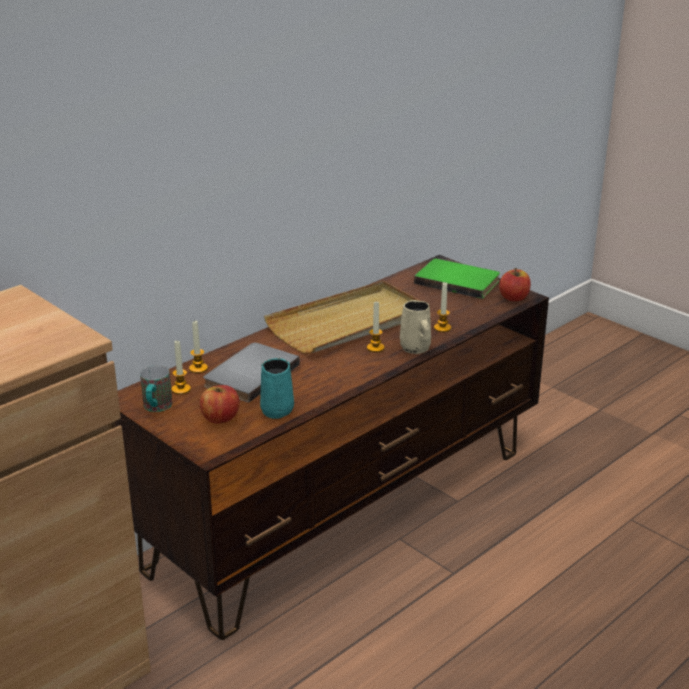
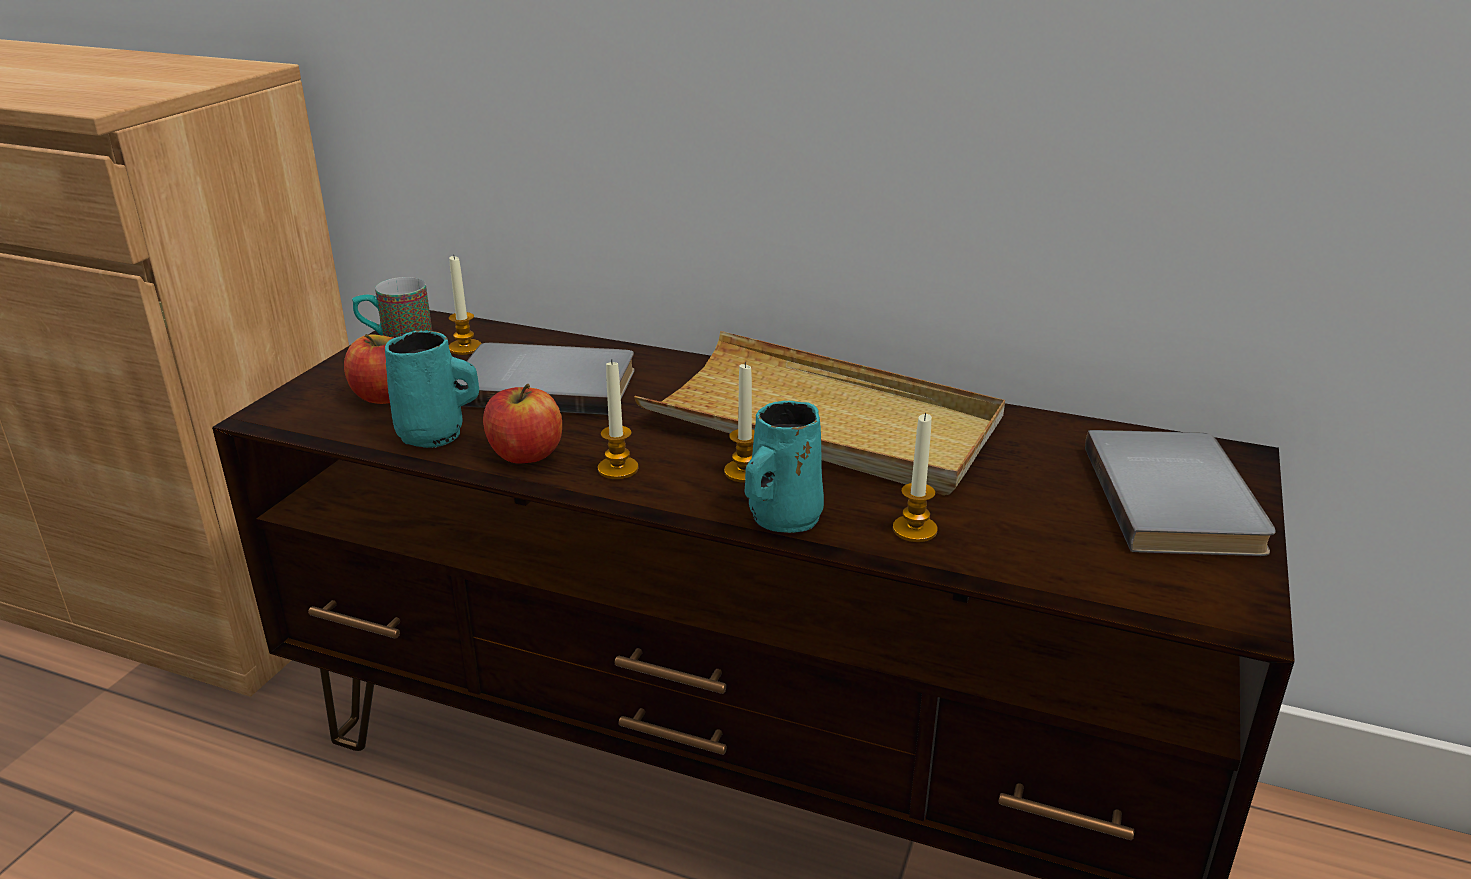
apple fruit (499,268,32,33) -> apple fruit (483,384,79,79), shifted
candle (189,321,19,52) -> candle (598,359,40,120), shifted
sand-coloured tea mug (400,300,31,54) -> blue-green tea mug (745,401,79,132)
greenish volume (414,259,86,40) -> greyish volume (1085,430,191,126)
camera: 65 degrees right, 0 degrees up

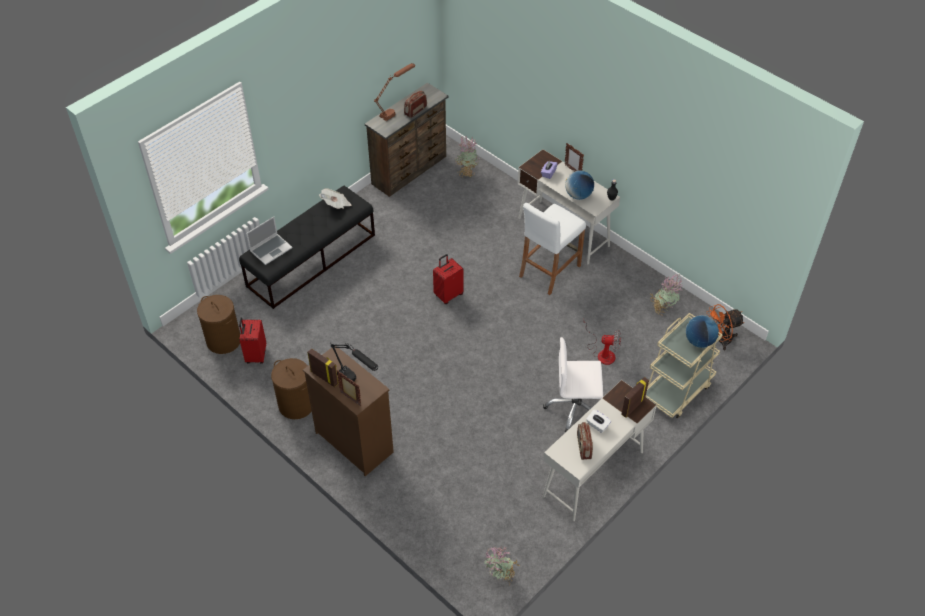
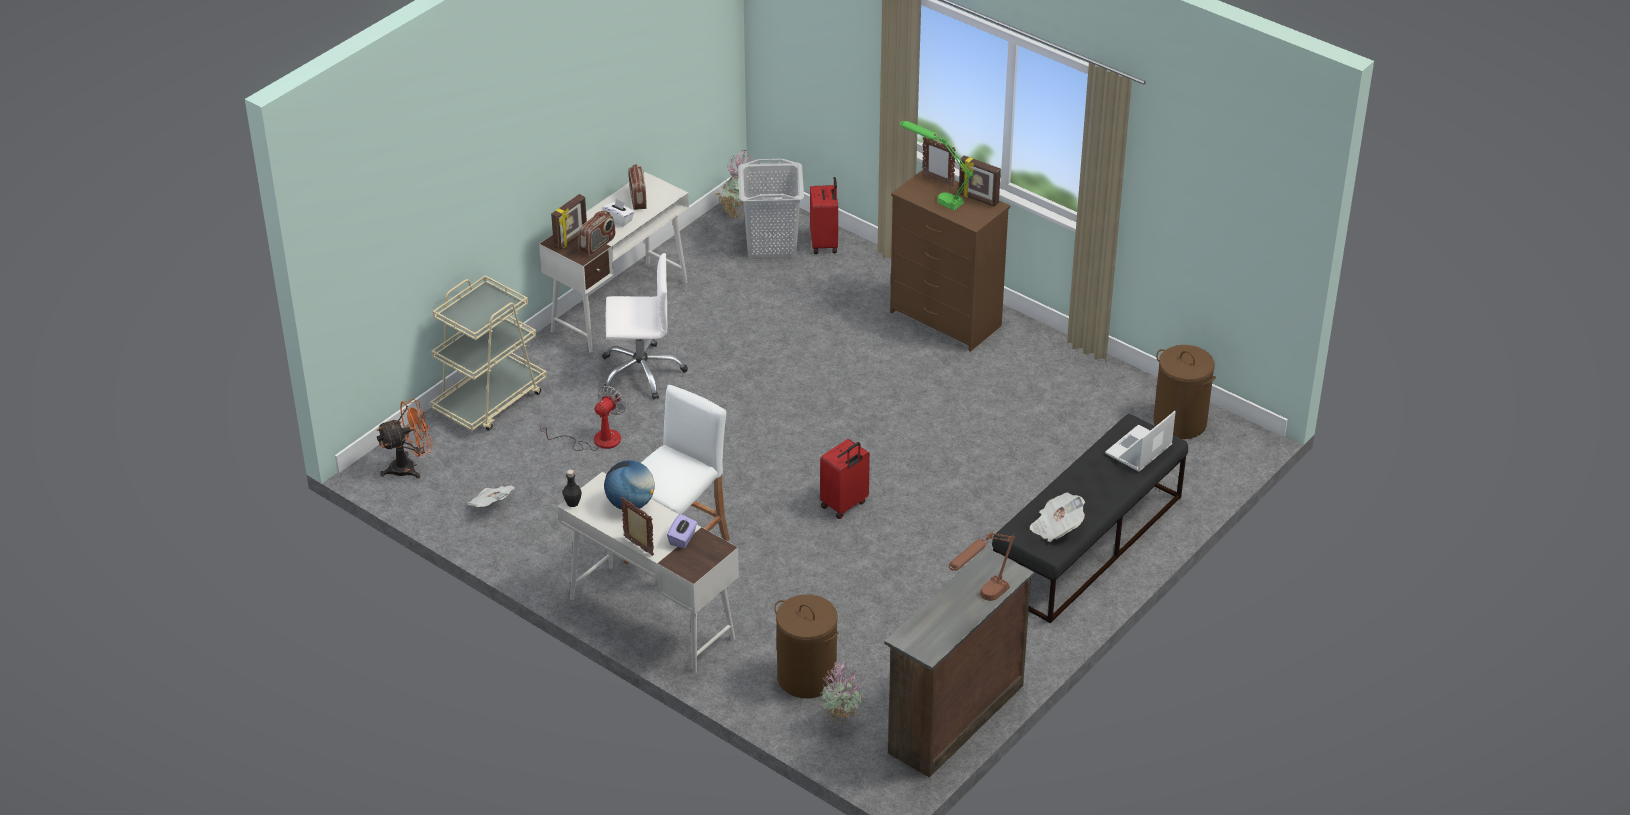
potted plant (650,274,33,41) -> newspaper (468,485,47,22)
cooling fan (583,319,38,46) -> cooling fan (540,386,86,65), 120 degrees clockwise
radio receiver (404,91,23,27) -> radio receiver (579,210,36,46), shifted
none -> greyish laundry basket (738,159,66,100)
brownish laundry basket (271,358,41,61) -> brownish laundry basket (774,594,64,104), shifted
red piece of luggage (239,318,27,46) -> red piece of luggage (810,177,28,77), shifted
black tabletop lamp (330,343,48,38) -> greenish tabletop lamp (900,121,73,90)
desk globe (685,315,34,33) -> none
camera: 175 degrees right, 10 degrees down

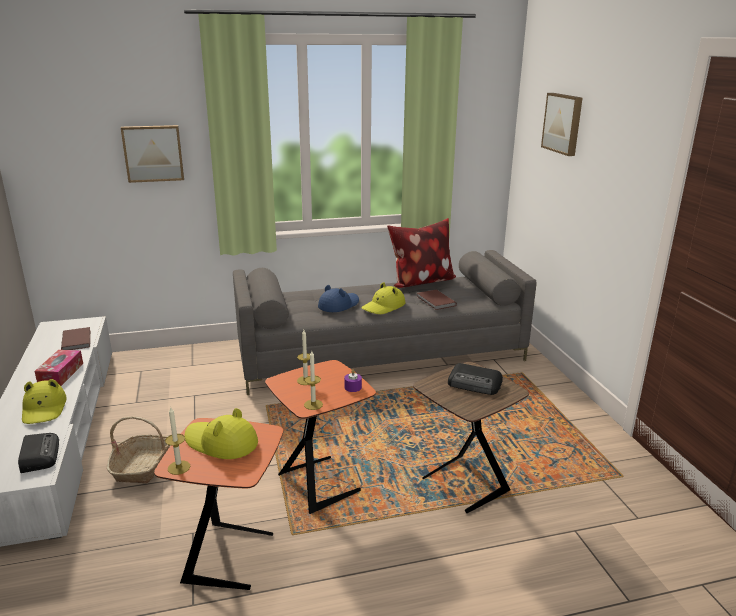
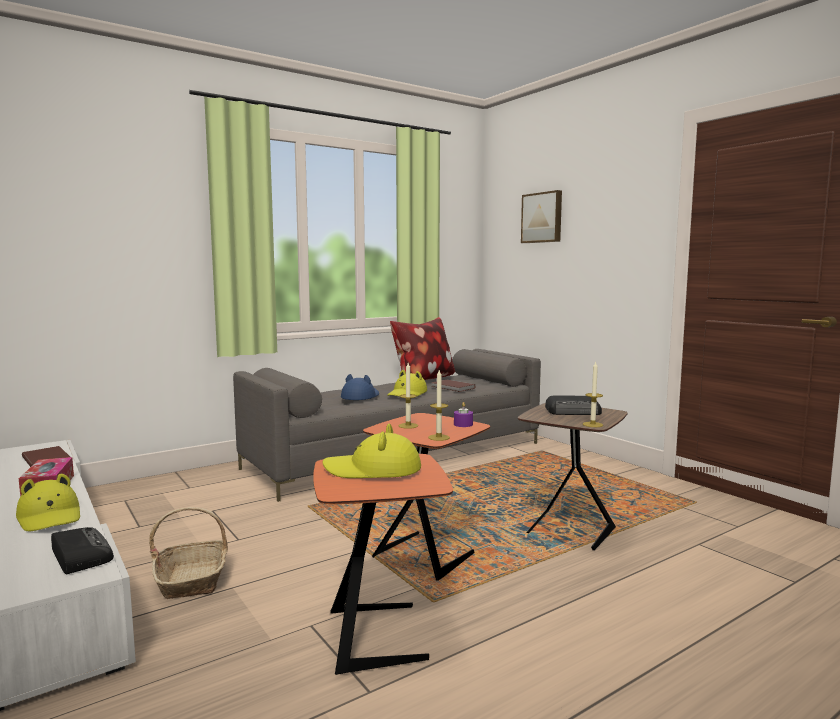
candle (165,407,25,68) -> candle (583,361,20,66), shifted
picture (121,125,63,58) -> none
camera: 20 degrees left, 15 degrees down

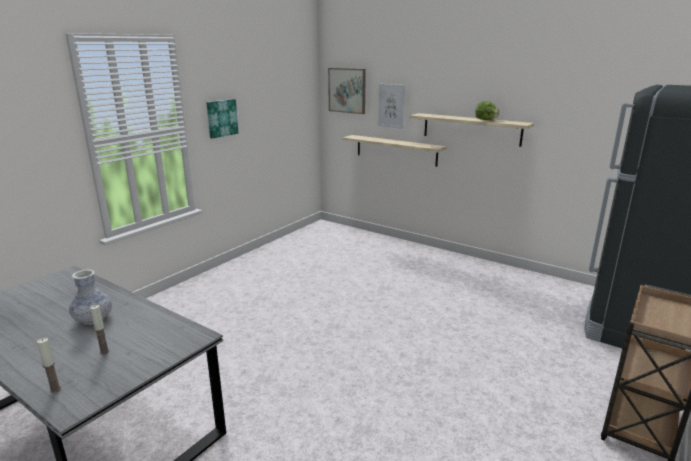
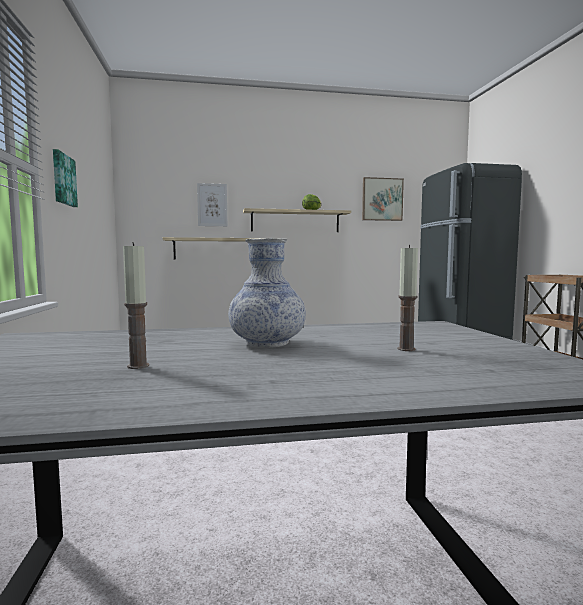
candle (37,338,24,55) -> candle (123,242,26,127), shifted
picture (328,68,38,46) -> picture (362,177,42,44), shifted
camera: 45 degrees left, 15 degrees down

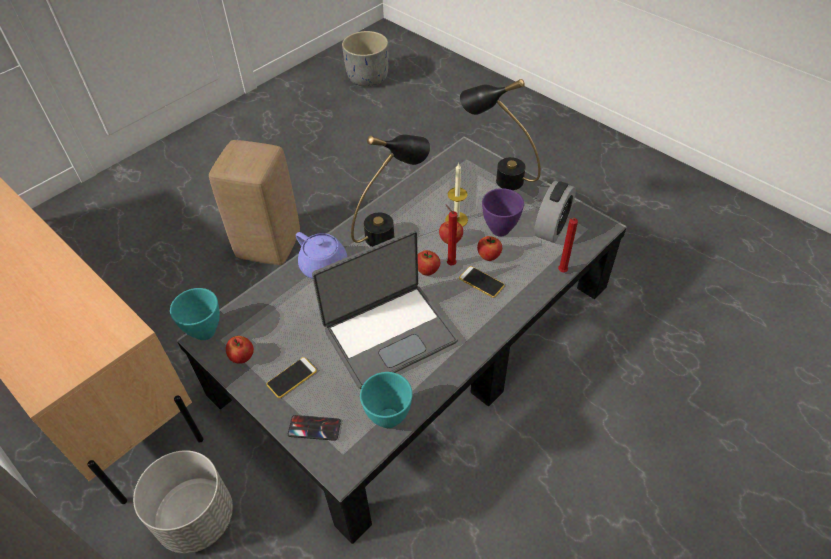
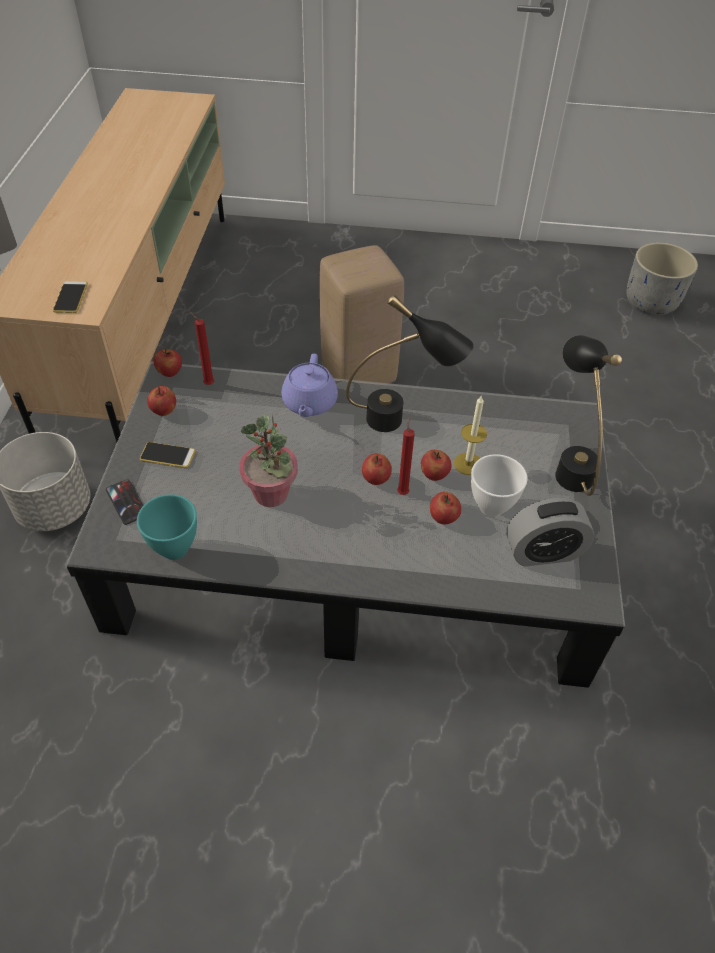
handset (459,266,46,32) -> handset (53,281,35,32), shifted
blue-green deep dish (170,288,50,52) -> apple fruit (153,349,29,28)
red candle (558,218,20,54) -> red candle (189,312,25,73), shifted
notebook computer (312,230,146,159) -> potted plant (239,414,59,93)
purplish deep dish (482,188,42,49) -> whitish deep dish (471,454,57,63)
camera: 50 degrees right, 0 degrees up

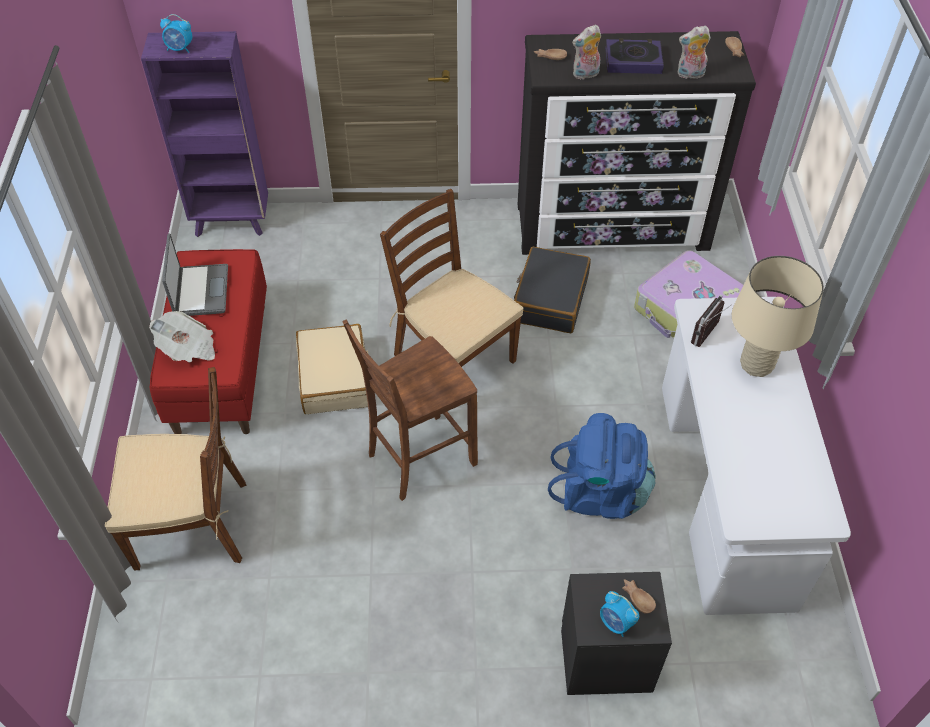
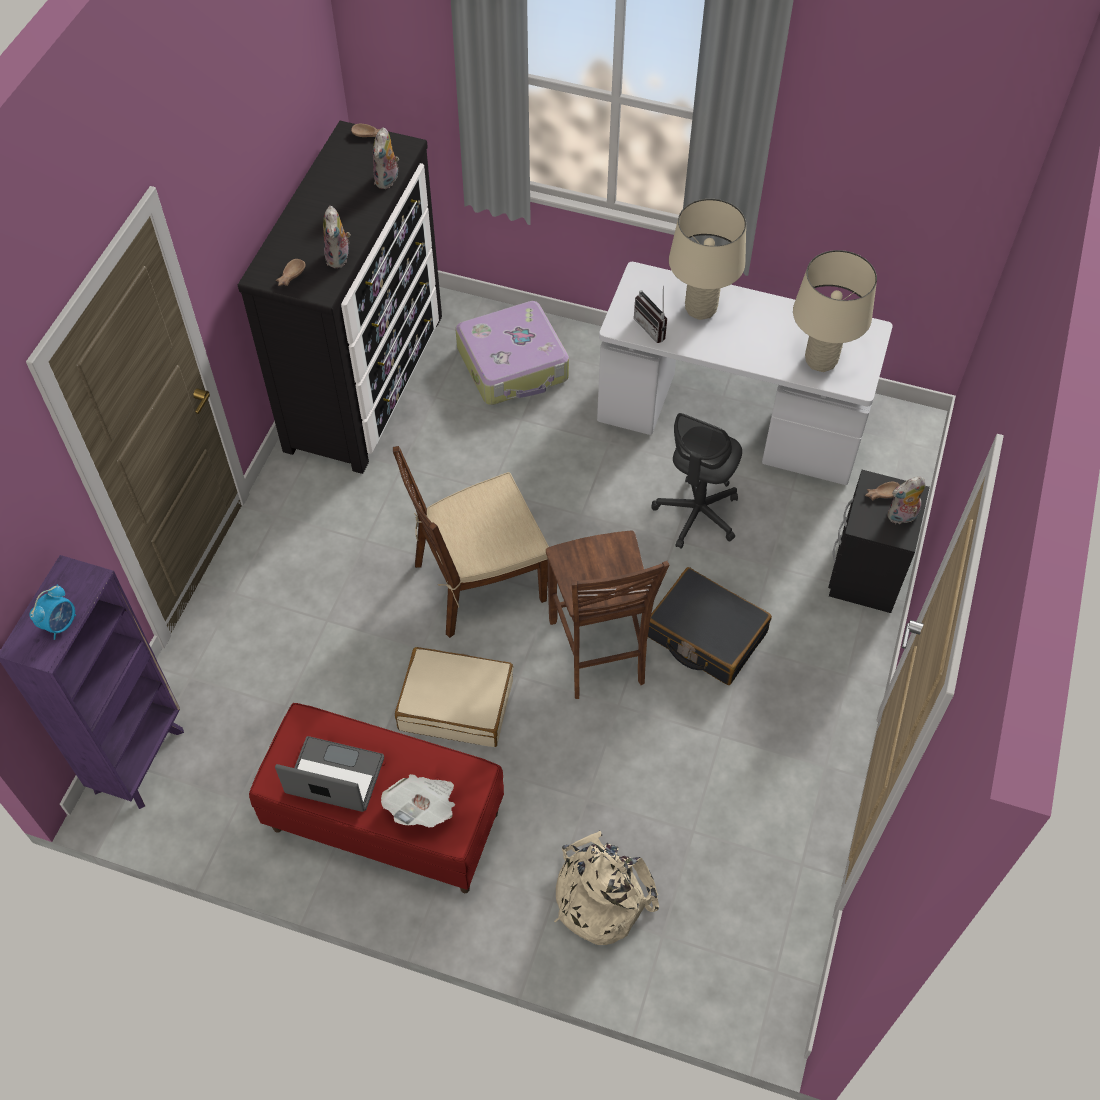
brownish plain chair (105,367,142,204) -> sand-coloured rucksack (554,831,105,114)
black piece of luggage (514,247,77,86) -> black piece of luggage (648,567,124,118), shifted
bluish rucksack (548,413,108,106) -> greyish office chair (651,413,91,136)
none -> sand-coloured tabletop lamp (793,250,84,122)
bedside clock (600,591,39,46) -> soft toy (888,477,38,47)
volume (605,38,59,36) -> none
camera: 70 degrees left, 5 degrees up

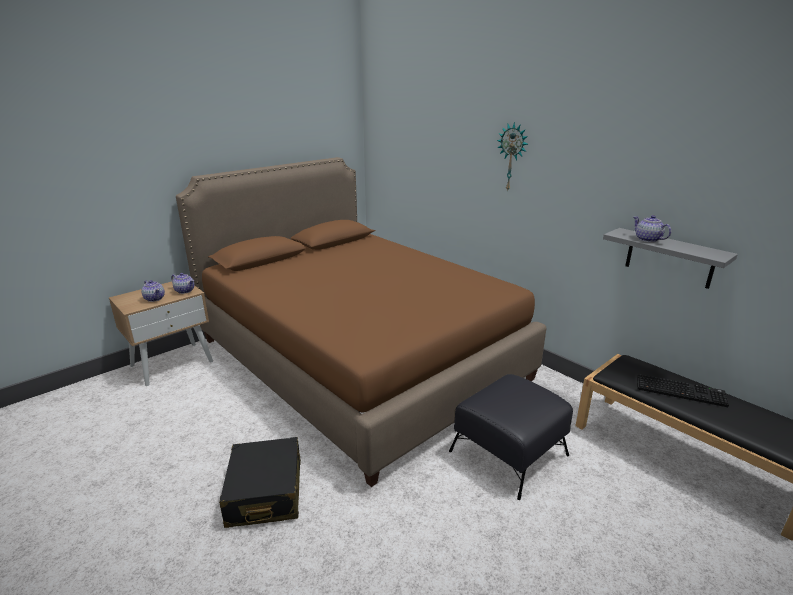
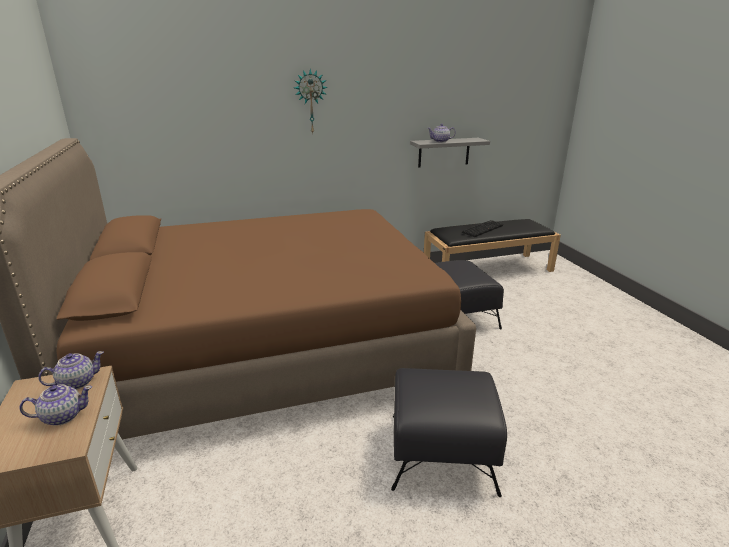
black piece of luggage (219,437,82,91) -> black footrest (391,368,116,129)
camera: 65 degrees left, 0 degrees up

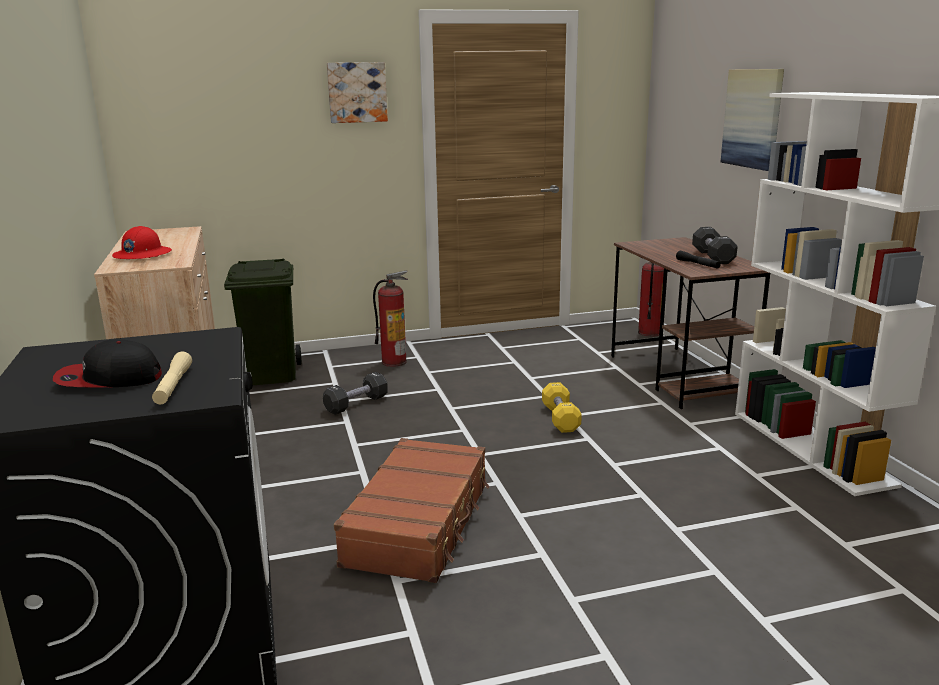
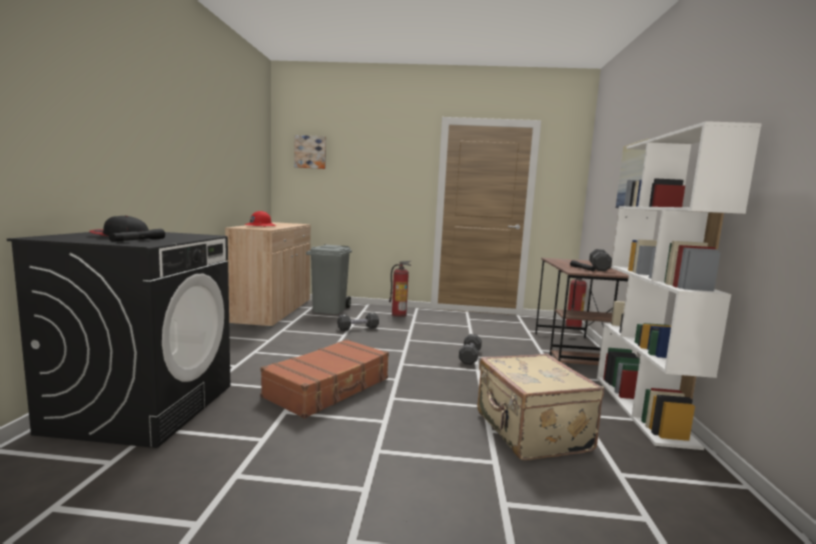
sand-coloured hand torch (152,352,40,52) -> black hand torch (109,229,56,13)
picture (327,62,61,61) -> picture (294,135,32,34), shifted
greenish waste bin (224,258,78,127) -> greyish waste bin (306,245,46,69)
yellow dumbbell (542,382,40,51) -> black dumbbell (459,334,23,31)
none -> sand-coloured piece of luggage (477,354,127,106)
camera: 20 degrees right, 10 degrees down

